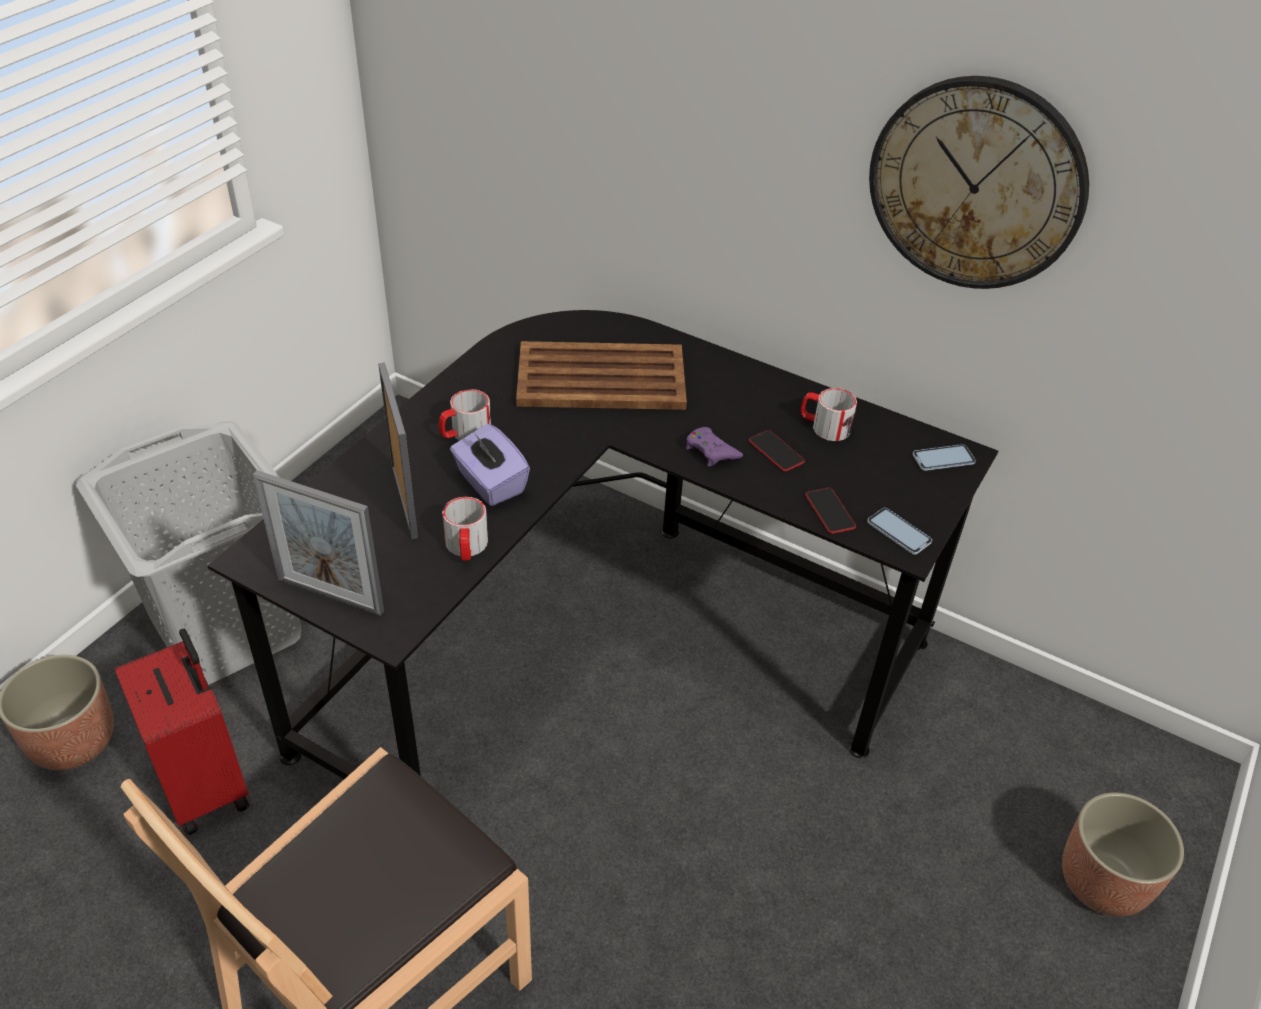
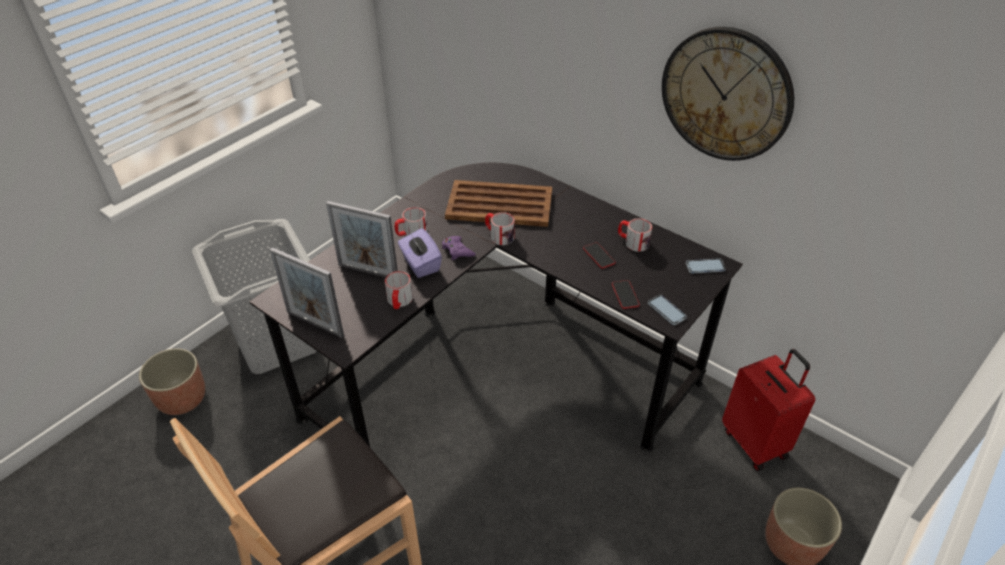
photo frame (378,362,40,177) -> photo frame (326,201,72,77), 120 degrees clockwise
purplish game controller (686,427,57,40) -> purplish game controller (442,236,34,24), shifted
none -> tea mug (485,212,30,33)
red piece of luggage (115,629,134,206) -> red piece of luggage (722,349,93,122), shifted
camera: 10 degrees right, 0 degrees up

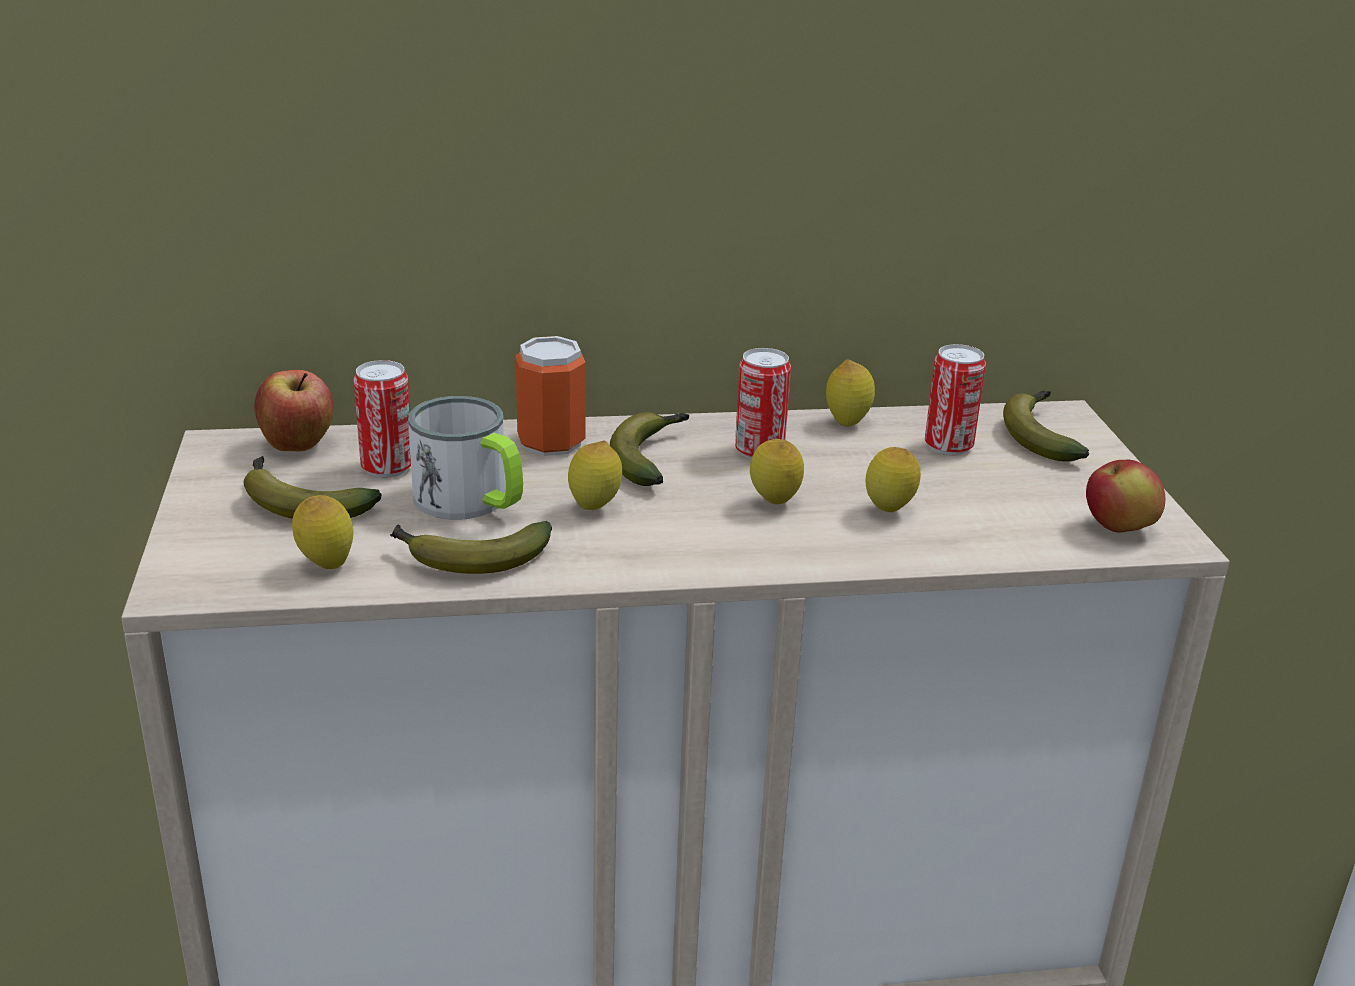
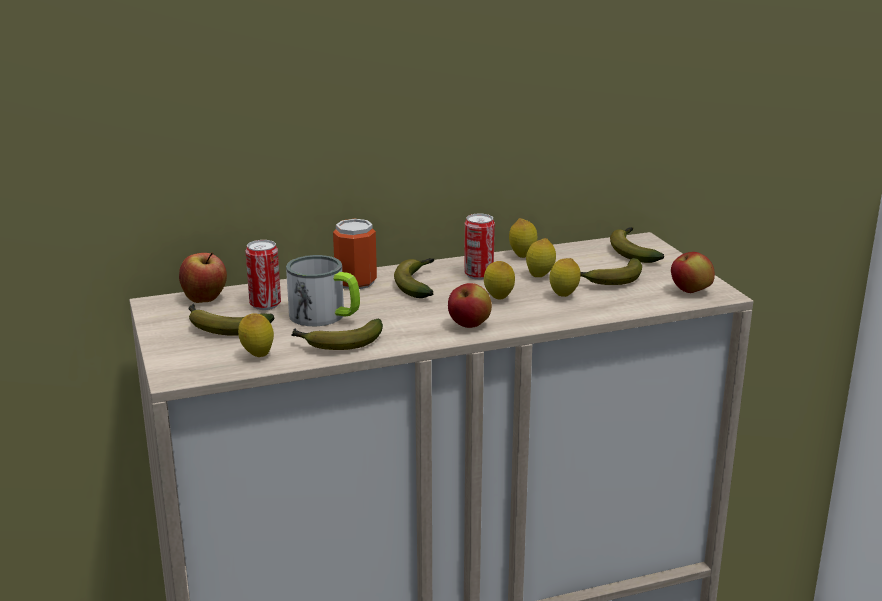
none -> apple fruit (448,283,44,45)
citrus fruit (568,441,54,69) -> citrus fruit (526,238,30,39), shifted
none -> whole banana (580,258,62,27)
metal can (925,344,61,111) -> none
camera: 10 degrees left, 5 degrees down

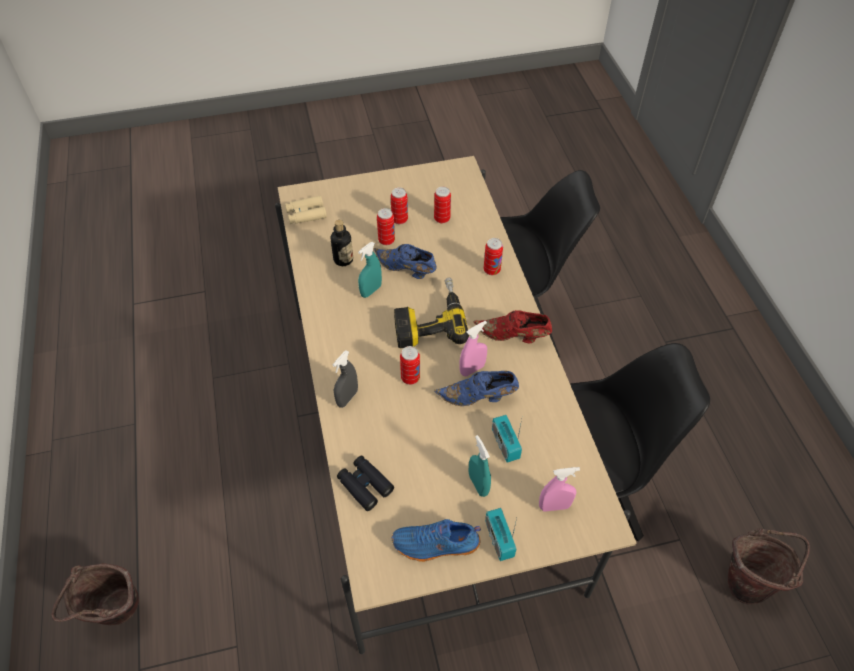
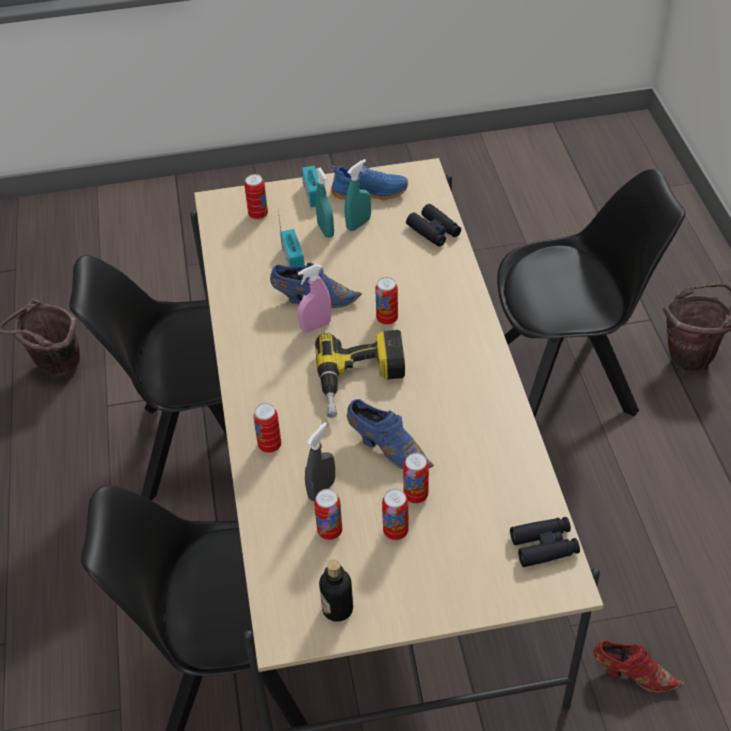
pink-coloured hand sprayer (539,467,41,45) -> metal can (244,174,24,46)
greyish hand sprayer (332,350,26,58) -> greyish hand sprayer (305,422,30,79), shifted
beverage bottle (331,220,22,46) -> beverage bottle (319,559,34,63), shifted
blue-green hand sprayer (358,242,24,56) -> blue-green hand sprayer (344,159,27,72), shifted
none -> black plain chair (497,169,188,248)
sand-coloured pair of binoculars (285,195,42,29) -> black pair of binoculars (510,517,70,50)
red low shoe (473,310,79,34) -> red low shoe (594,639,90,54), shifted
camera: 175 degrees left, 5 degrees down

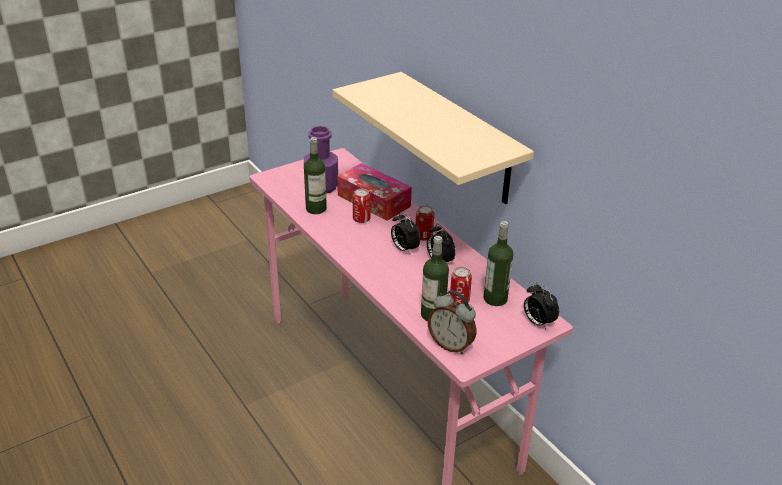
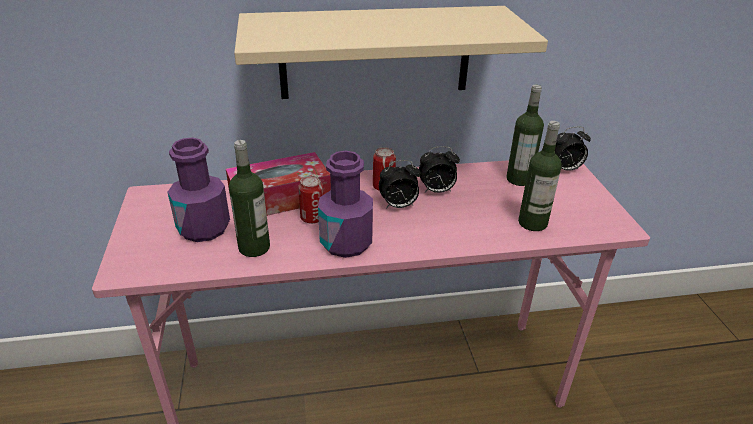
none -> purplish beverage bottle (318,151,55,107)
bedside clock (428,291,48,63) -> none
metal can (450,267,22,37) -> none
camera: 65 degrees left, 0 degrees up

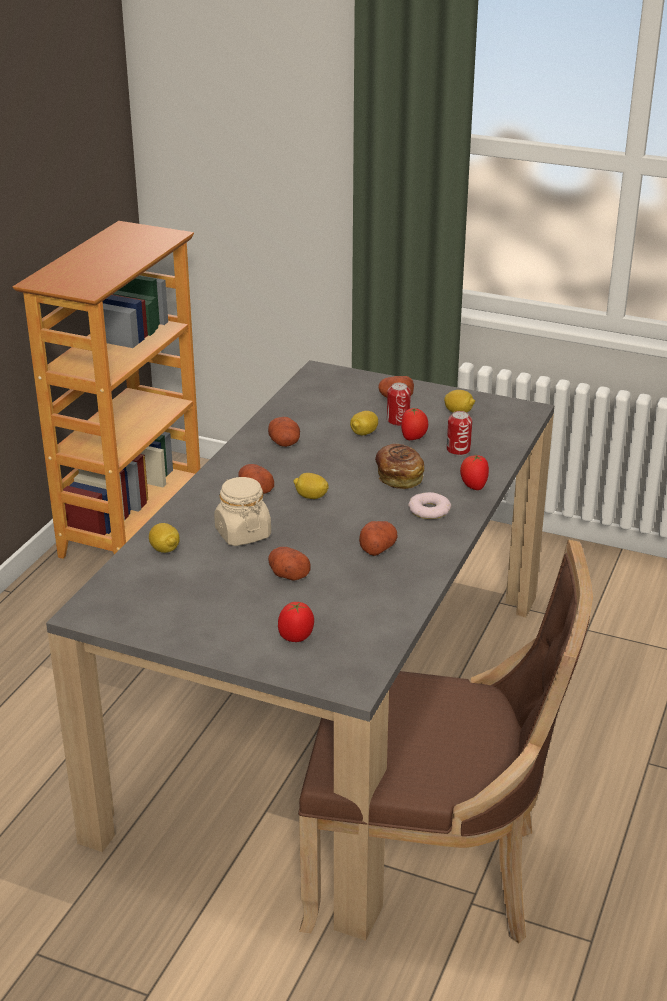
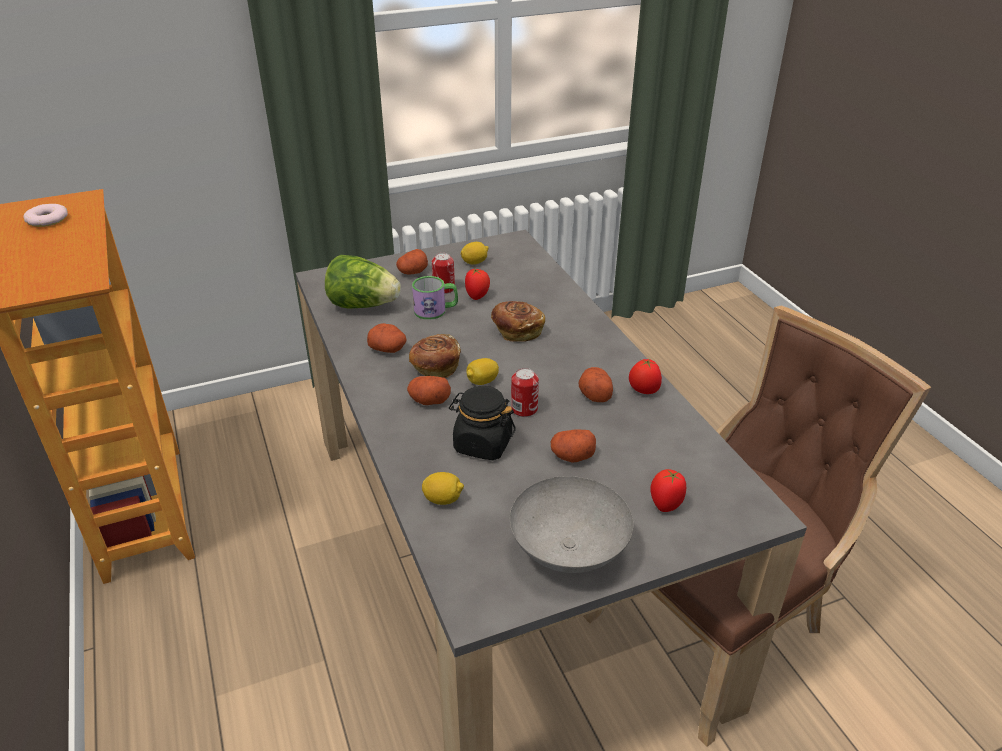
donut (408,492,43,27) -> donut (23,204,45,23), shifted
none -> head of lettuce (325,255,76,54)
none -> bakery bread (409,334,52,44)
citrus fruit (350,411,28,24) -> tea mug (412,276,46,44)
sand-coloured storage jar (214,477,57,69) -> black storage jar (449,386,67,74)
none -> greyish deep dish (510,476,123,97)
metal can (447,411,25,45) -> metal can (511,368,28,49), shifted
tomato (460,455,29,35) -> tomato (629,359,33,35), shifted
camera: 45 degrees left, 5 degrees up

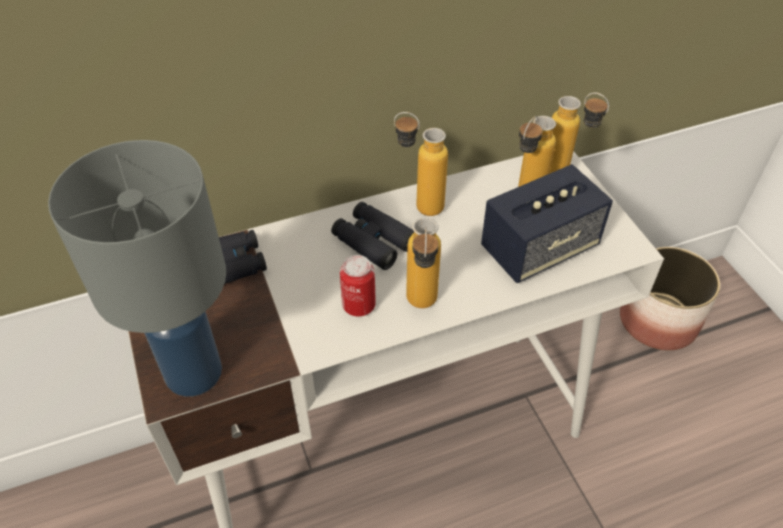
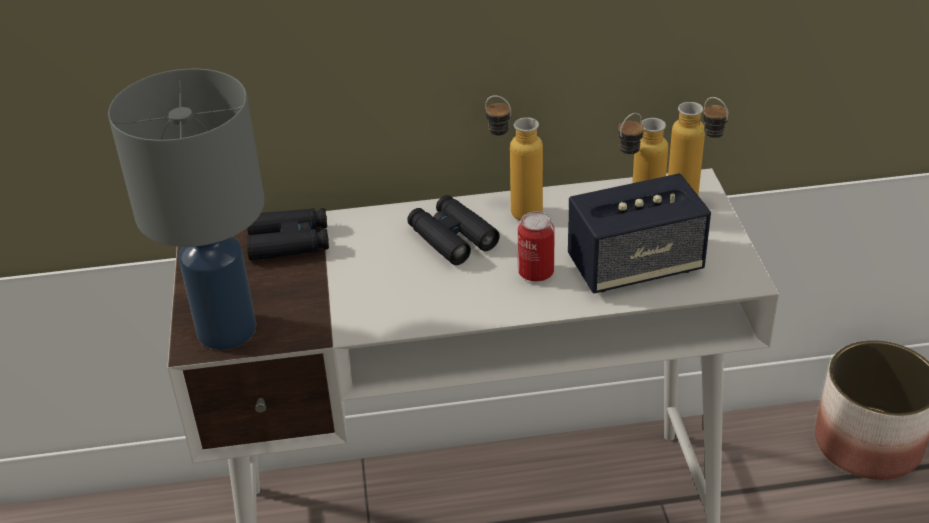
metal can (340,255,36,61) -> metal can (518,211,36,71), shifted
beverage bottle (406,217,35,91) -> none
camera: 15 degrees right, 10 degrees down

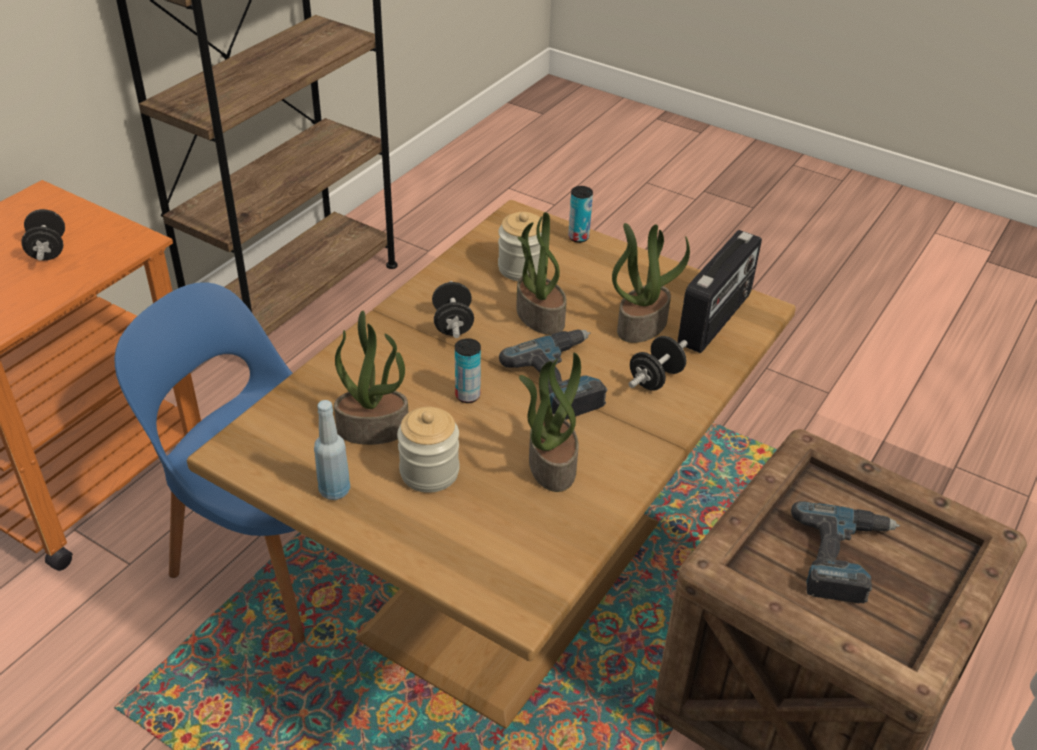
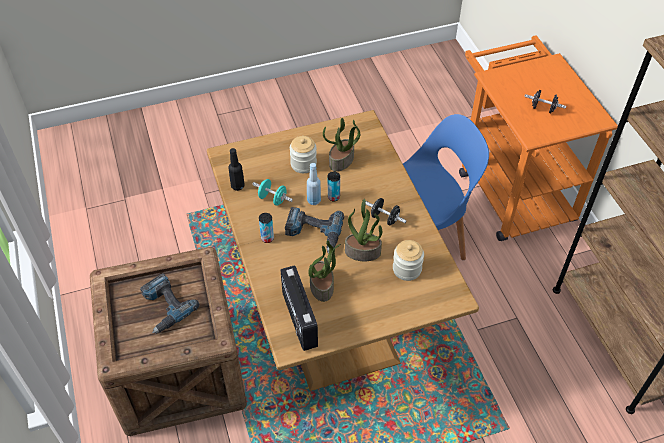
none -> black beverage bottle (228,148,17,43)
potted plant (519,353,62,139) -> blue-green dumbbell (252,179,41,26)
metal can (568,186,25,57) -> metal can (259,213,15,30), shifted
bluish beverage bottle (314,400,36,100) -> bluish beverage bottle (307,163,14,42), shifted
black dumbbell (629,336,59,55) -> none
camera: 130 degrees right, 10 degrees up

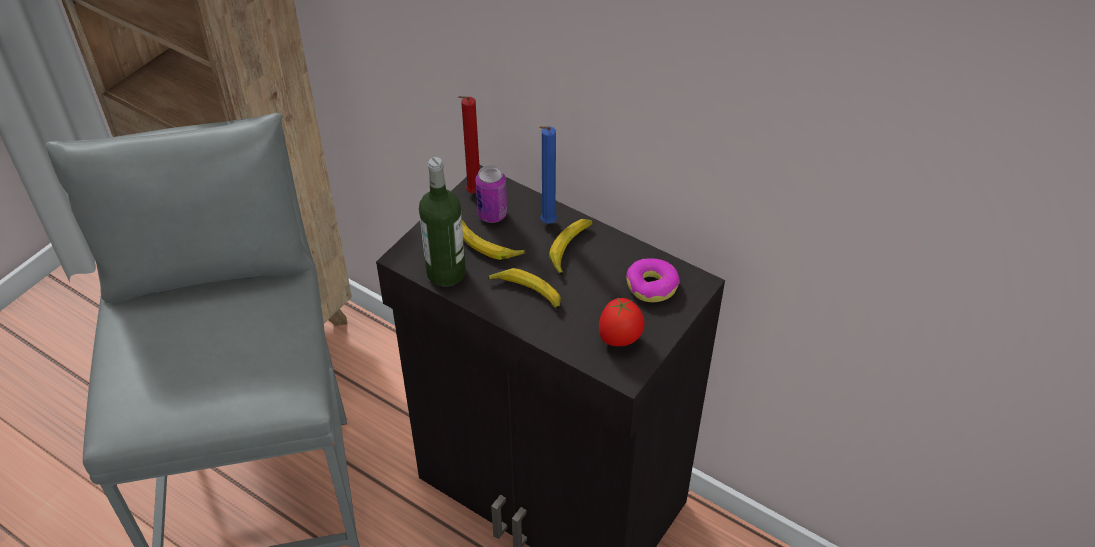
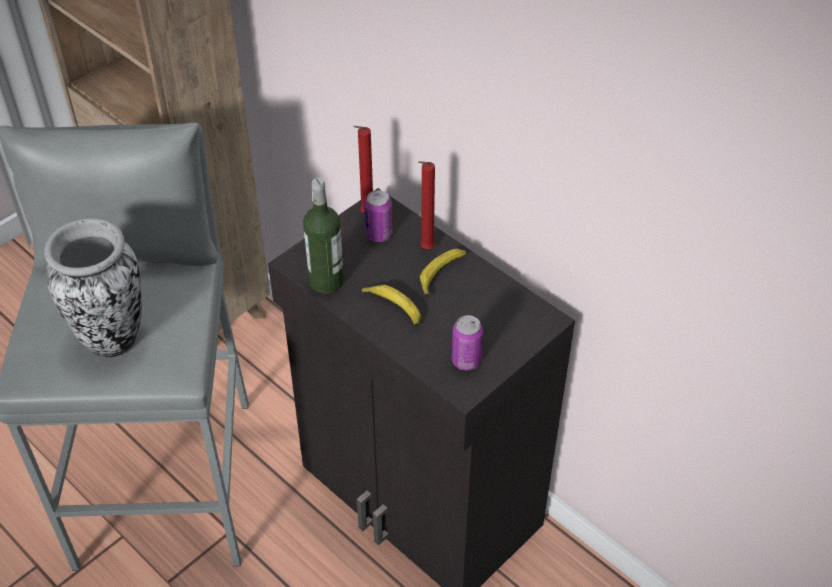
none -> flower vase (45,218,97,140)
bluish candle (539,126,18,98) -> red candle (418,161,17,88)
tomato (599,298,46,48) -> metal can (452,315,31,55)
whole banana (462,220,63,40) -> none
donut (626,258,54,44) -> none
camera: 10 degrees right, 0 degrees up

